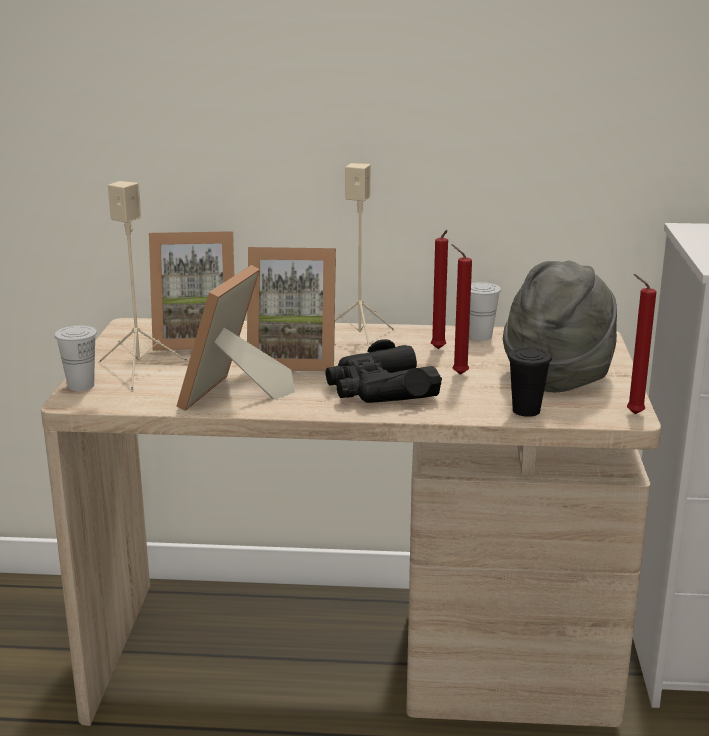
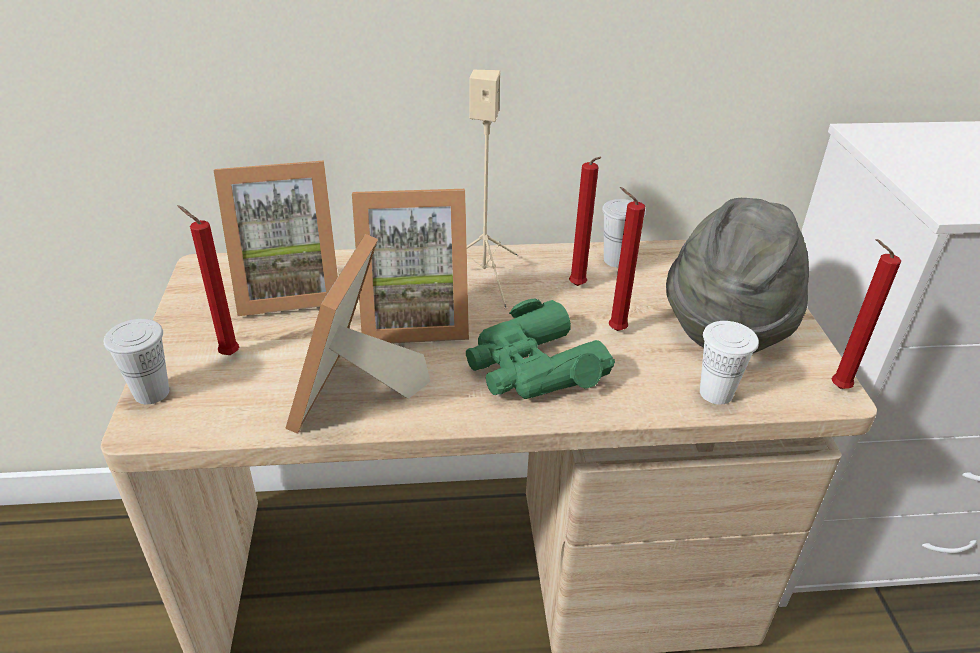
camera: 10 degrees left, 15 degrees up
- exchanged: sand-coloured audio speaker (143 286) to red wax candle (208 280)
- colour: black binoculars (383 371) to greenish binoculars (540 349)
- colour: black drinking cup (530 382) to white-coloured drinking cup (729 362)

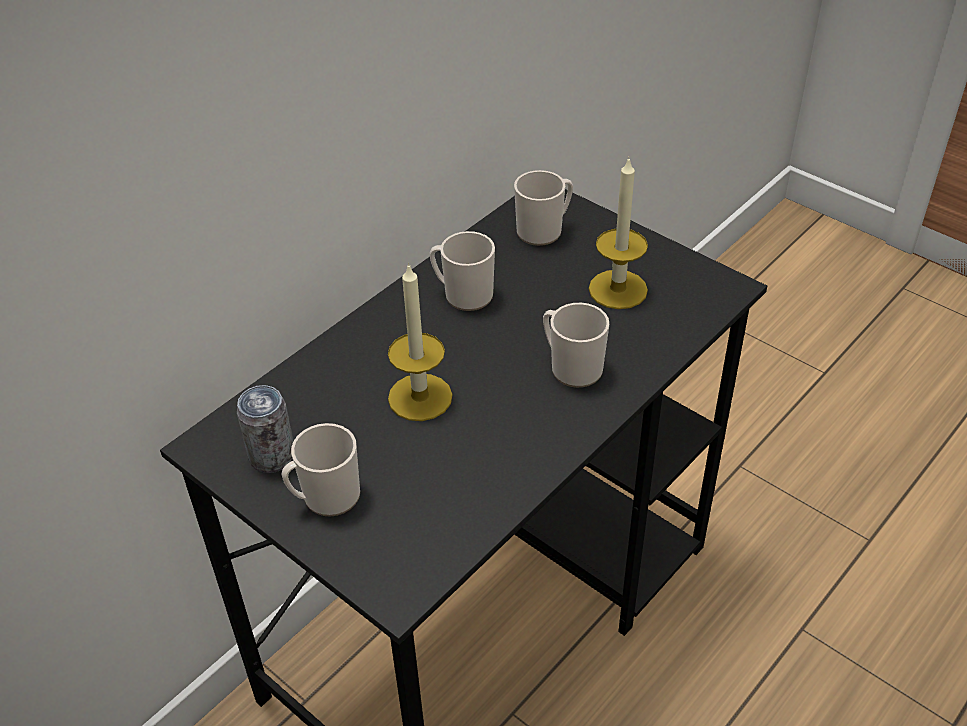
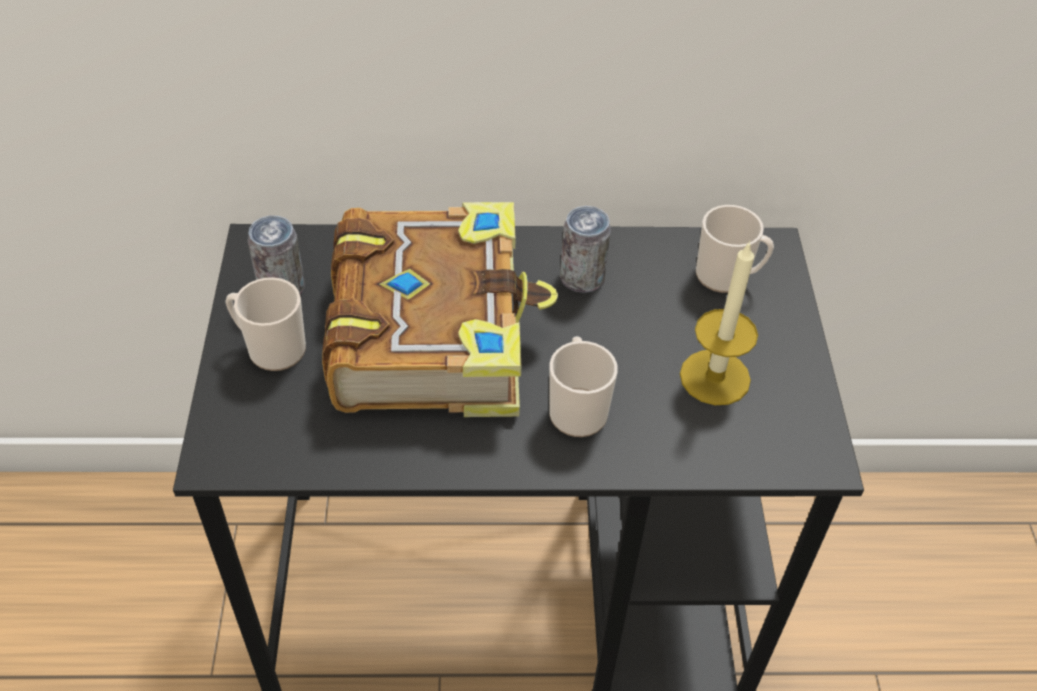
camera: 45 degrees right, 5 degrees up
- exchanged: wax candle (420 342) to volume (440 309)
- exchanged: tea mug (462 271) to metal can (585 249)

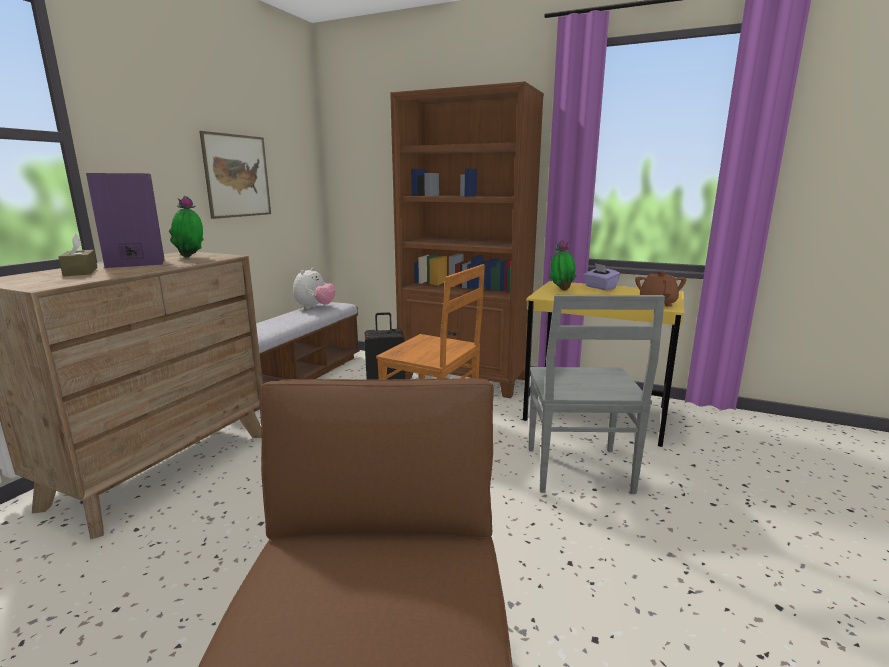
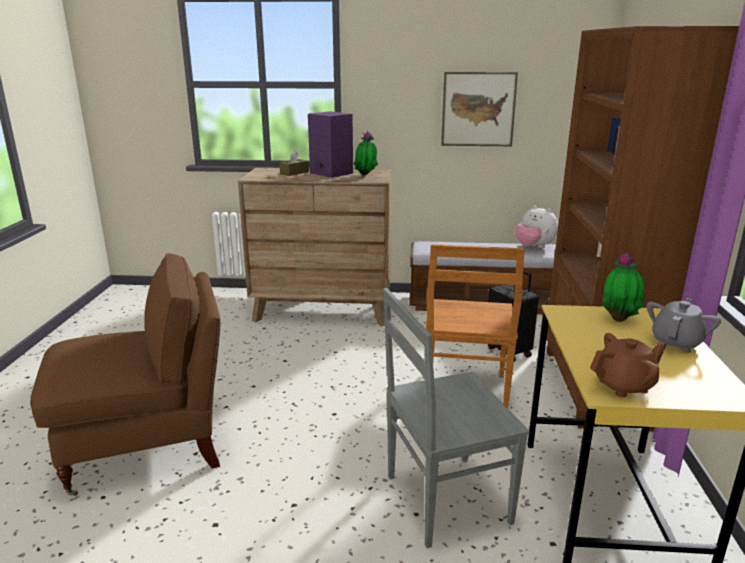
camera: 70 degrees right, 5 degrees up
- spun: cuddly toy (314 288) = (536 226) 45 degrees clockwise
- exchanged: purple-coloured tissue box (601 276) to gray tea pot (684 325)

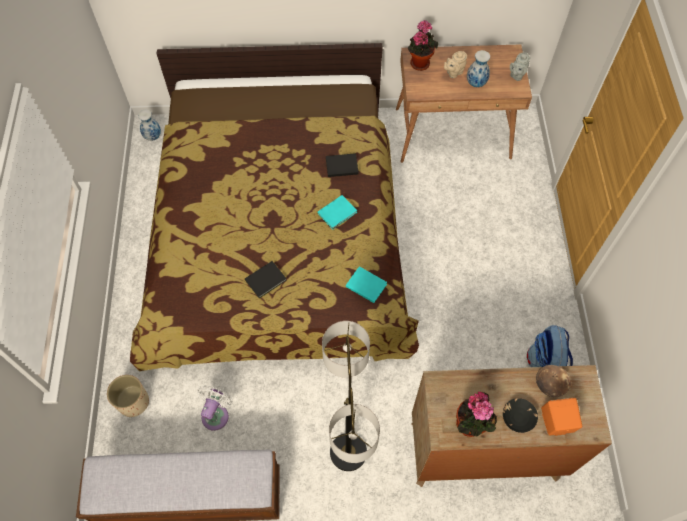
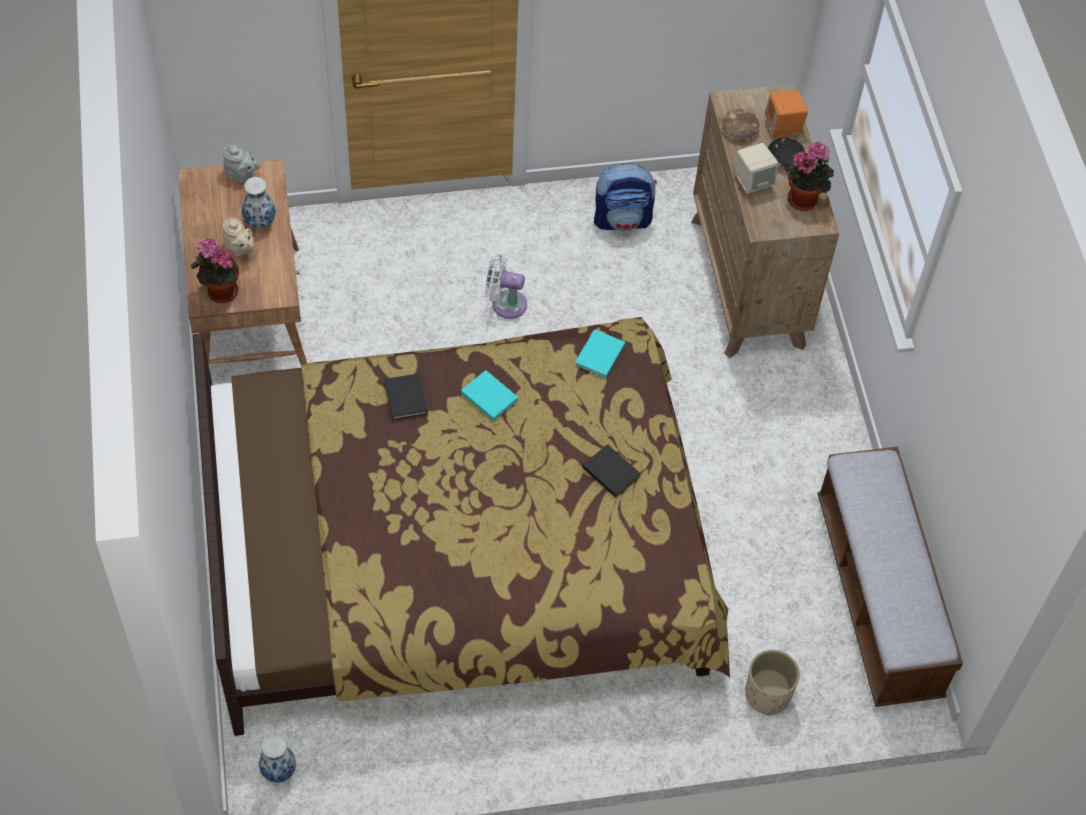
camera: 100 degrees left, 5 degrees down
- relocated: white-coloured fan (215 408) to (506 286)
- missing: floor lamp (351 396)
- appeared: sand-coloured audio speaker (756 168)

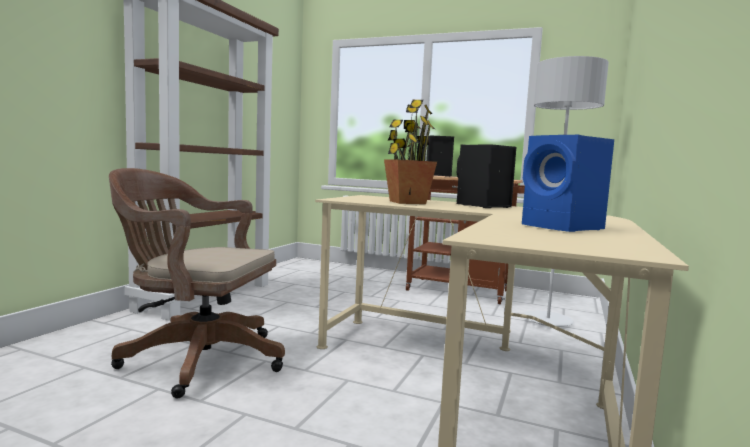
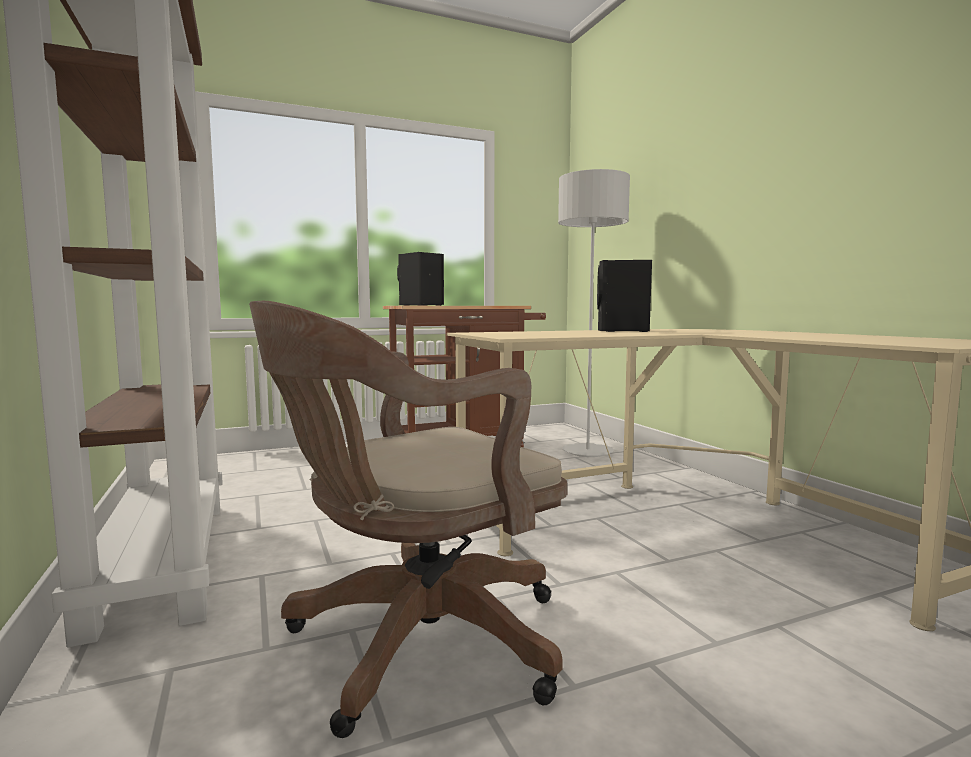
camera: 45 degrees left, 0 degrees up
- missing: potted plant (410 152)
- missing: blue audio speaker (568 183)

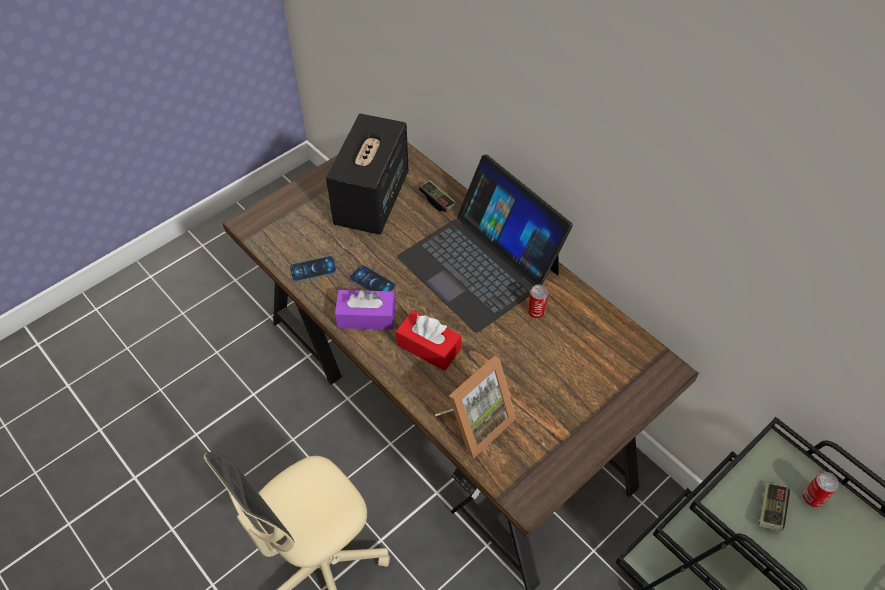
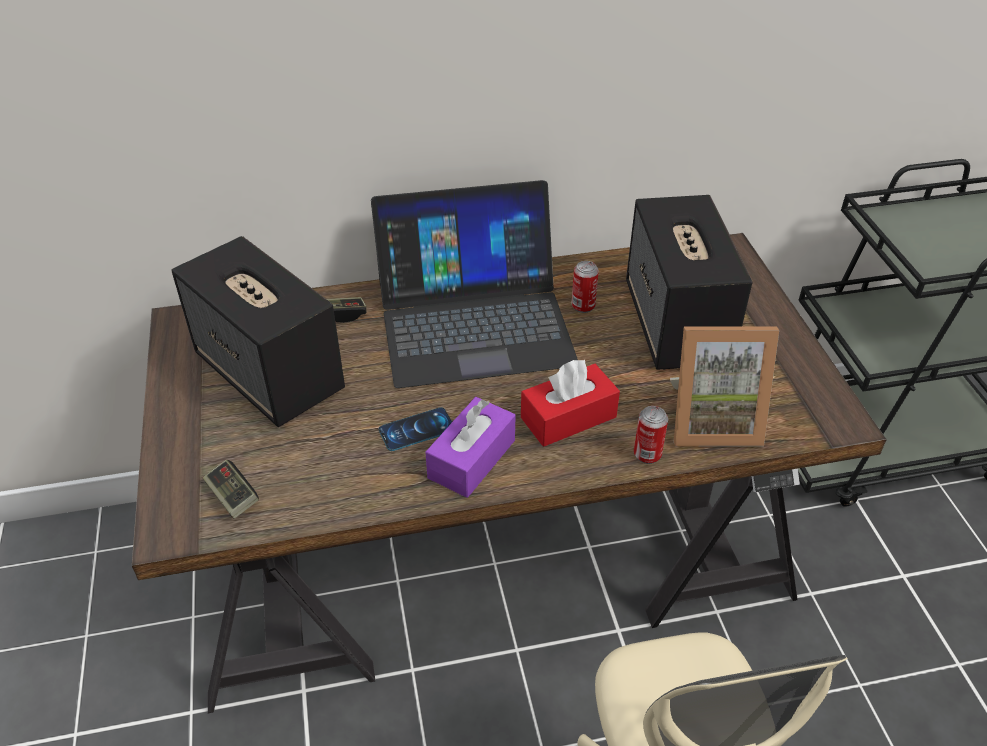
camera: 60 degrees left, 10 degrees down
- missing: handset (313 269)
- spun: picture frame (475 407) = (724 386) 105 degrees clockwise
- relocated: joypad (774 506) to (231 489)
- relocated: metal can (821 489) to (651 435)
- appeared: audio speaker (689 282)

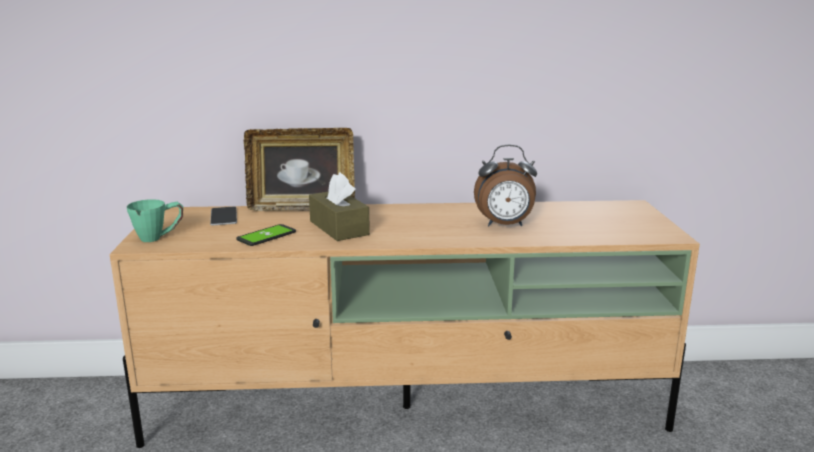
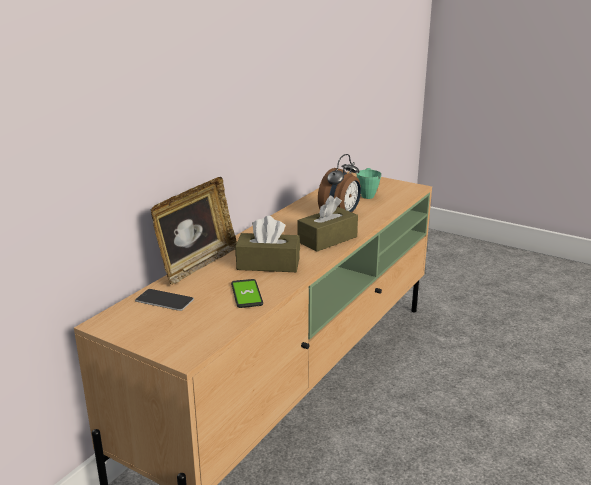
camera: 55 degrees left, 5 degrees up
- relocated: greenish tea mug (155 220) to (369 183)
- appeared: brown-coloured tissue box (327 224)

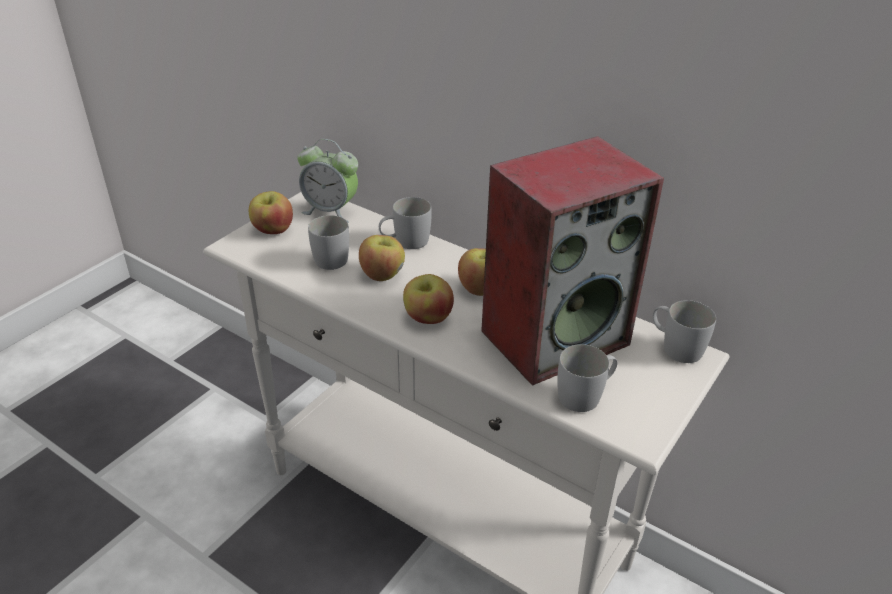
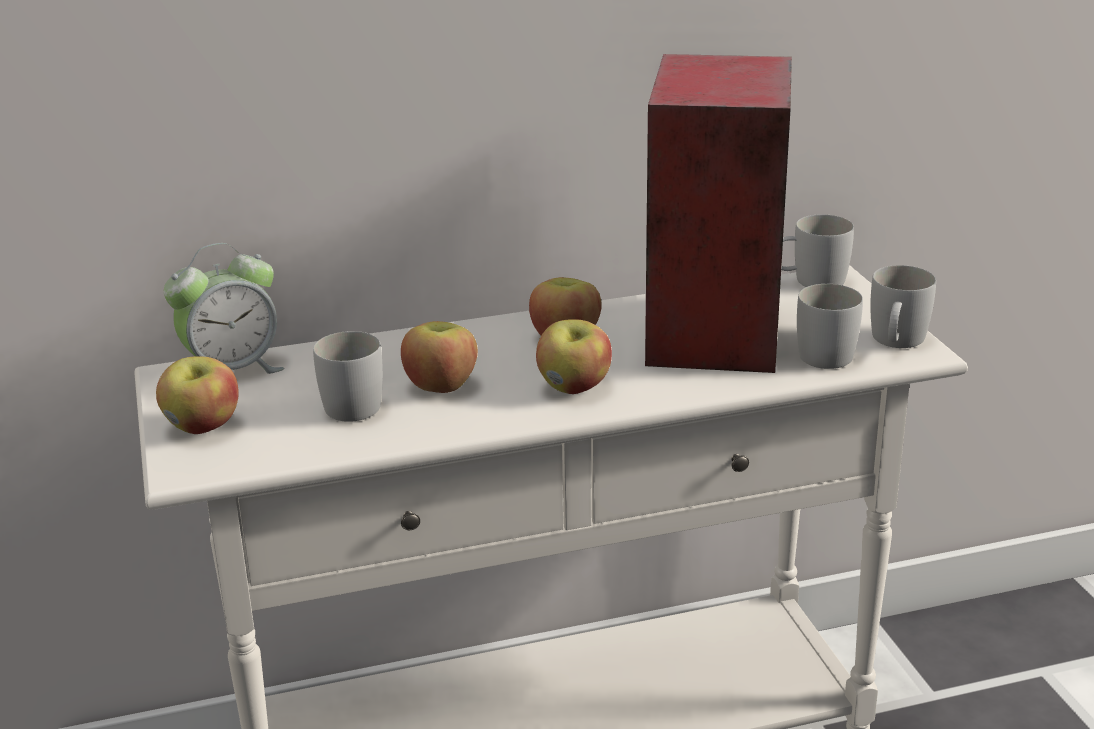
camera: 50 degrees left, 10 degrees down
- relocated: white-coloured tea mug (405 223) to (903 306)

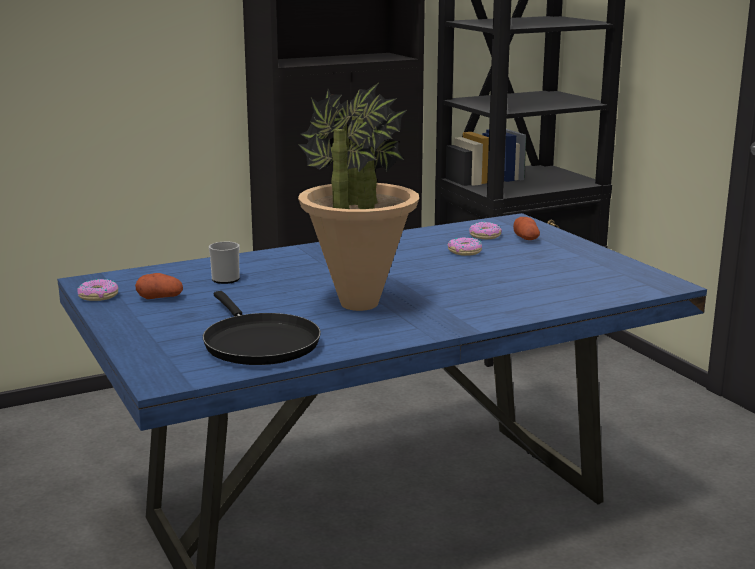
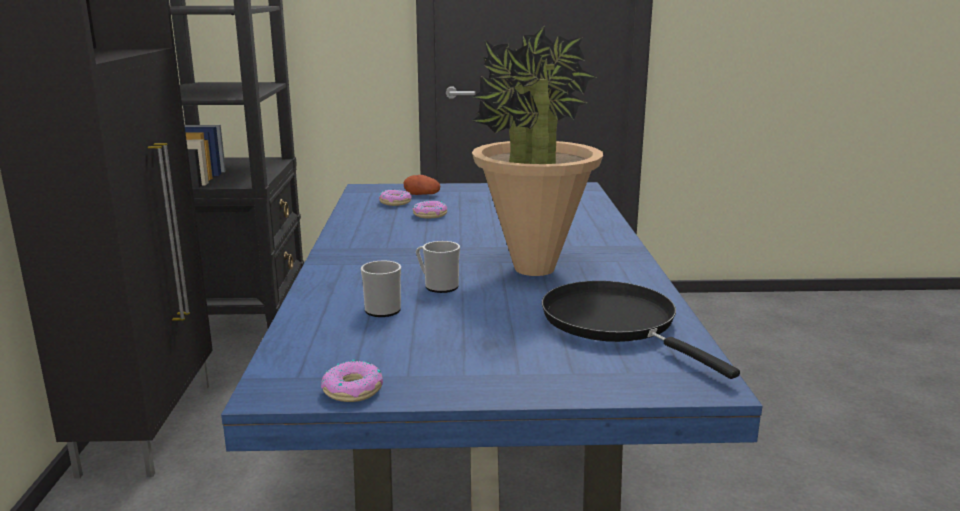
camera: 65 degrees left, 0 degrees up
- missing: whole potato (159 286)
- spun: black skillet (262 328) = (641 330) 120 degrees counterclockwise
- appeared: tea mug (438 267)

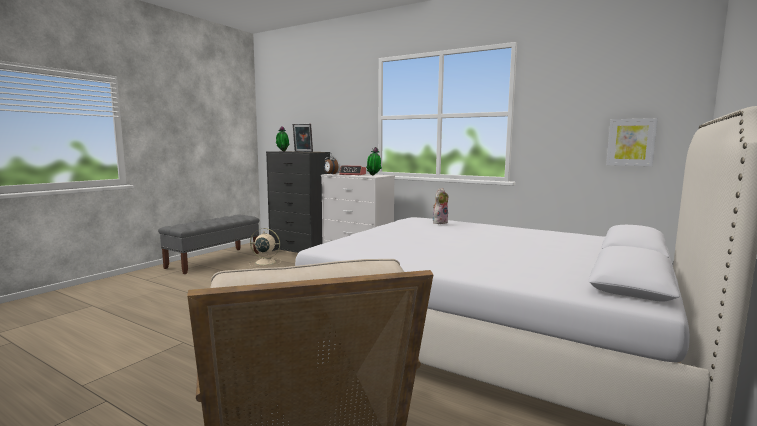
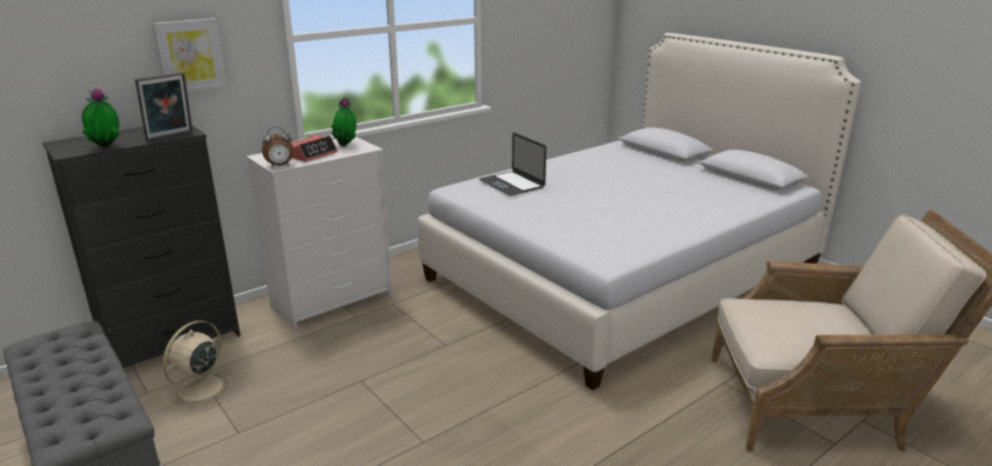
camera: 70 degrees left, 15 degrees up
- exchanged: cuddly toy (440 206) to portable computer (512 164)
- relocated: wall picture (632 142) to (189 55)

